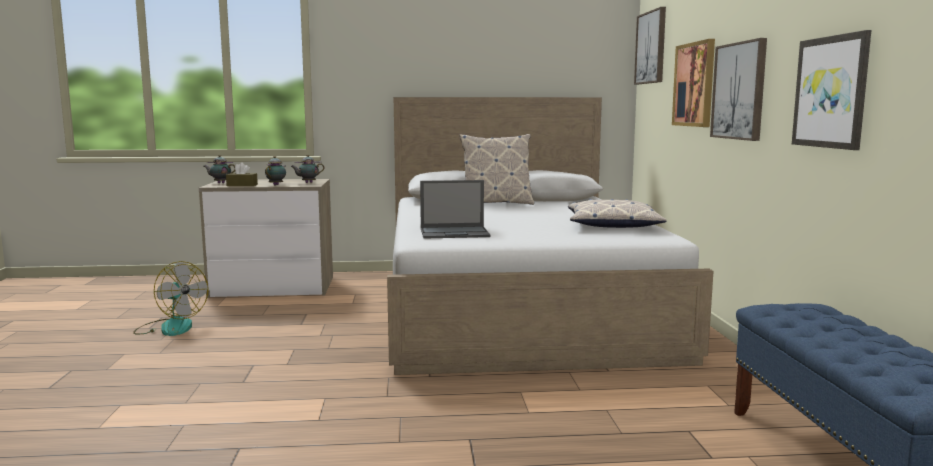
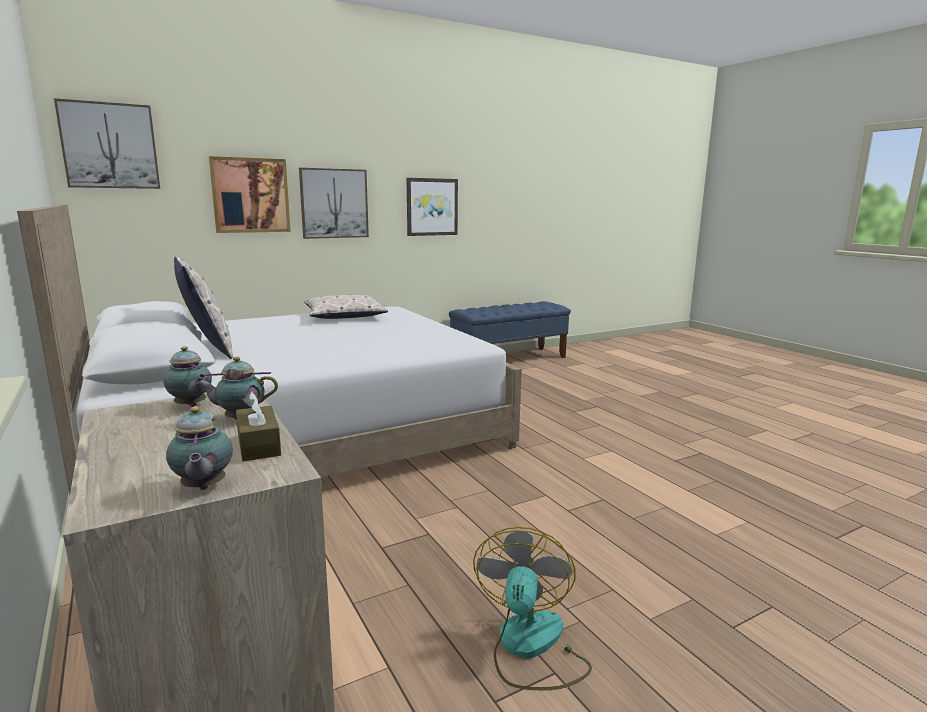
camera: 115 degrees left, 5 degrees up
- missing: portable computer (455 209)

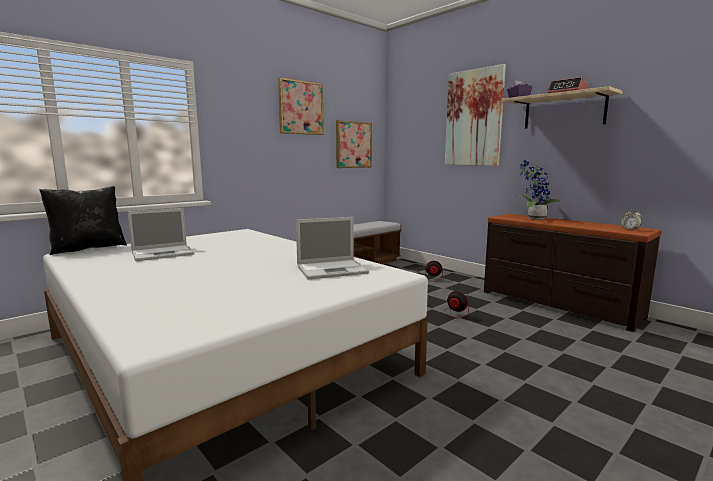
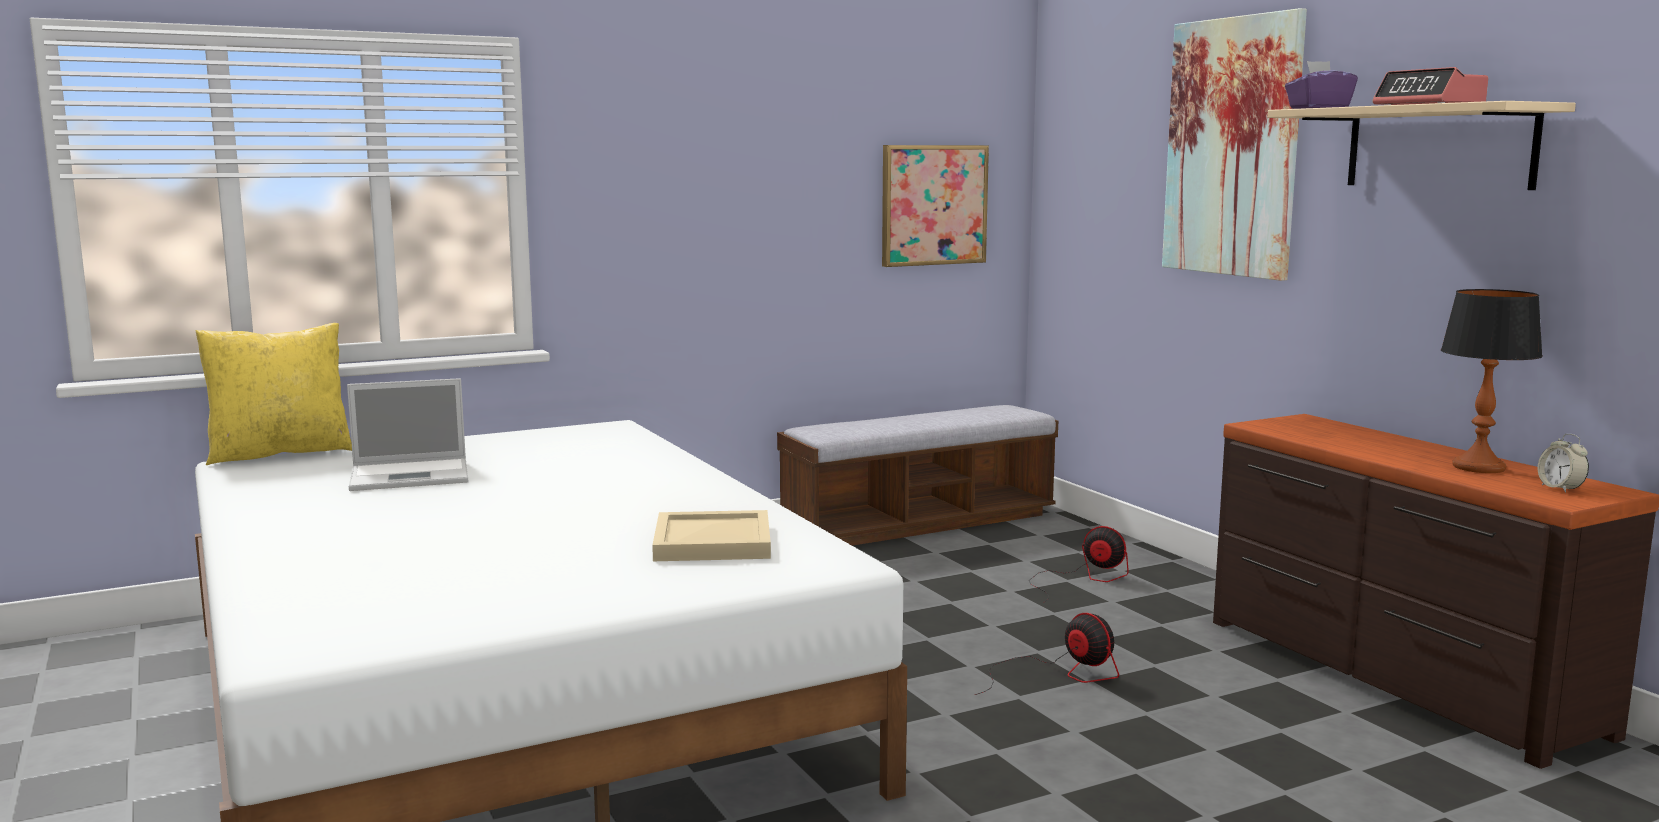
camera: 15 degrees right, 0 degrees up
- colour: black pillow (83 220) to yellowish pillow (273 394)
- missing: wall picture (301 106)
- exchanged: portable computer (332 248) to sand-coloured serving tray (711 535)
- missing: potted plant (537 190)
- appeared: tabletop lamp (1492 381)

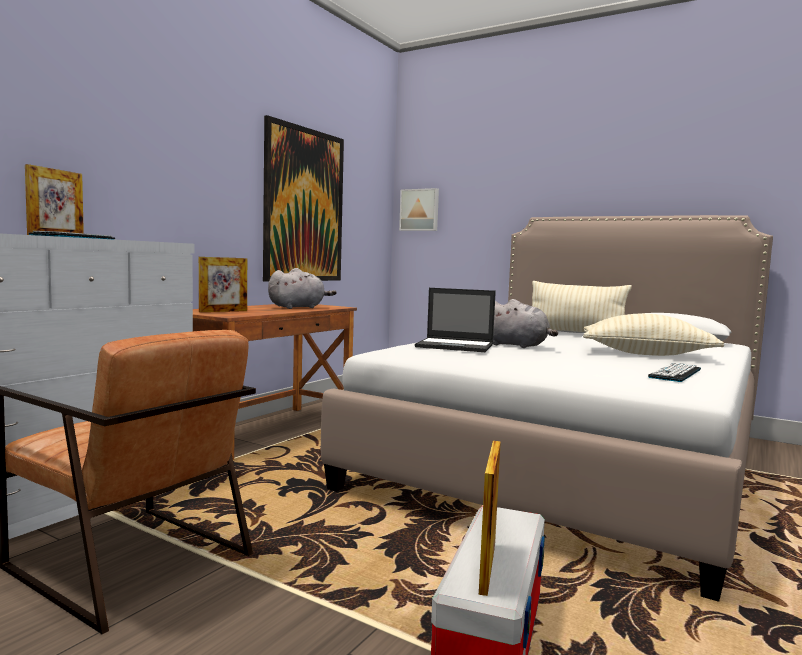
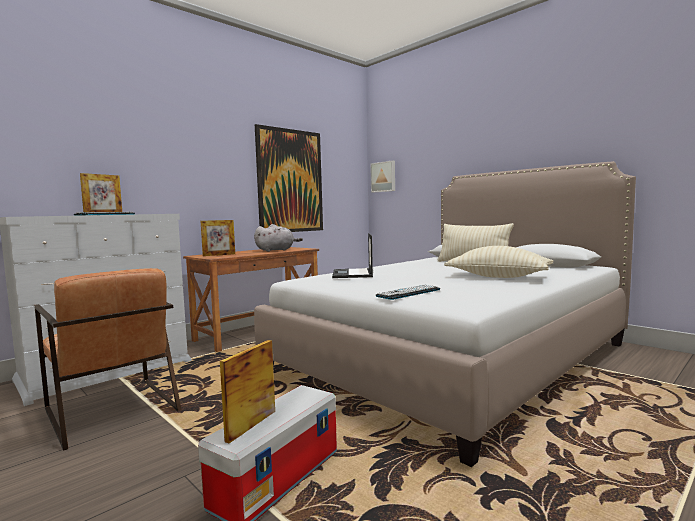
camera: 15 degrees right, 0 degrees up
- spun: portable computer (455 320) = (352 255) 60 degrees clockwise
- missing: gray cuddly toy (525 323)
- relocated: computer keyboard (674 372) to (408 292)

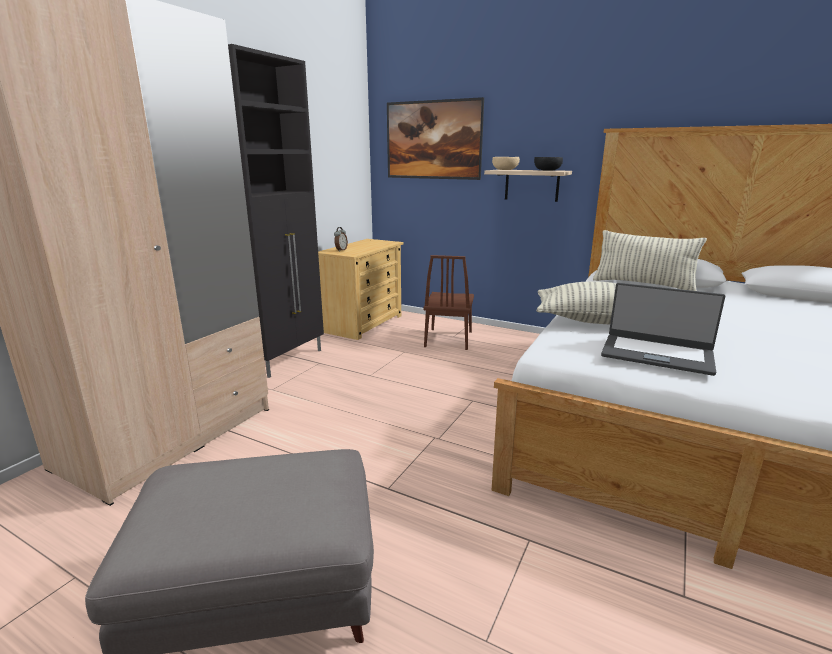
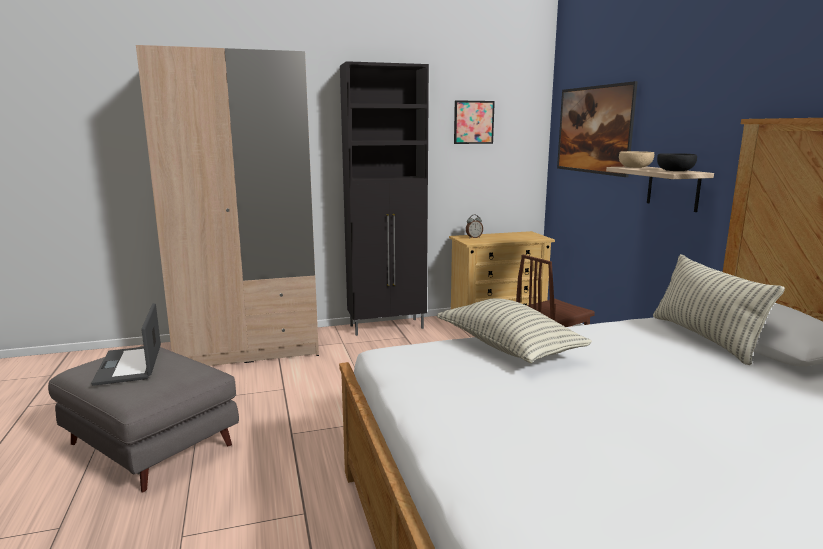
camera: 45 degrees right, 5 degrees down
- relocated: portable computer (663 329) to (126 344)
- appeared: wall picture (474 122)

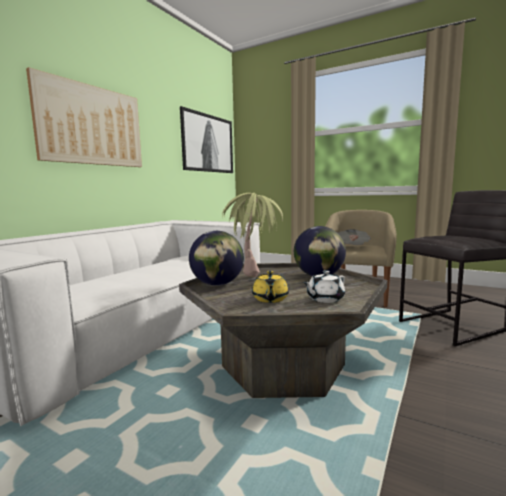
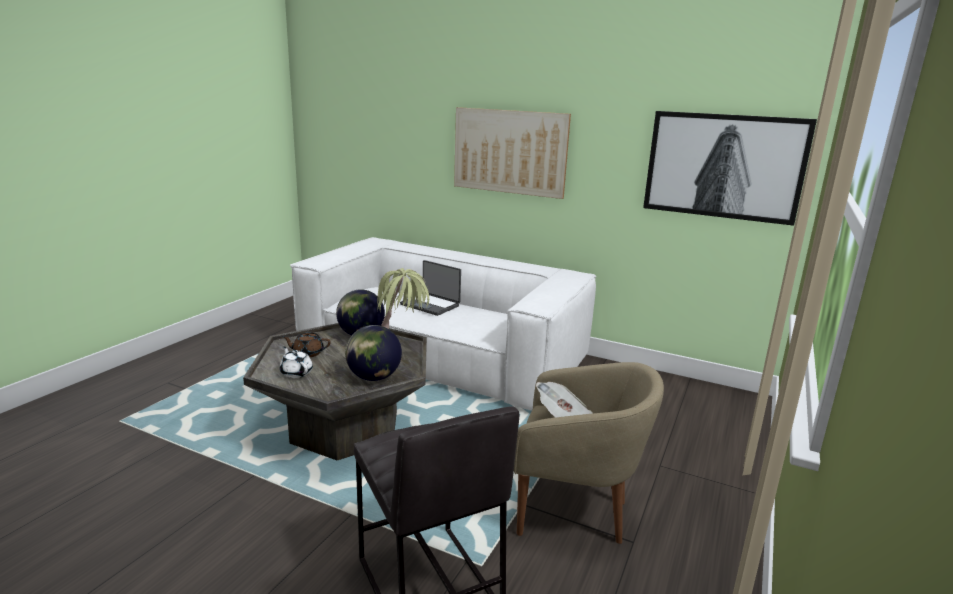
camera: 85 degrees right, 10 degrees up
- colour: yellowish tea pot (270 287) to brown-coloured tea pot (306 344)
- appeared: portable computer (430 288)

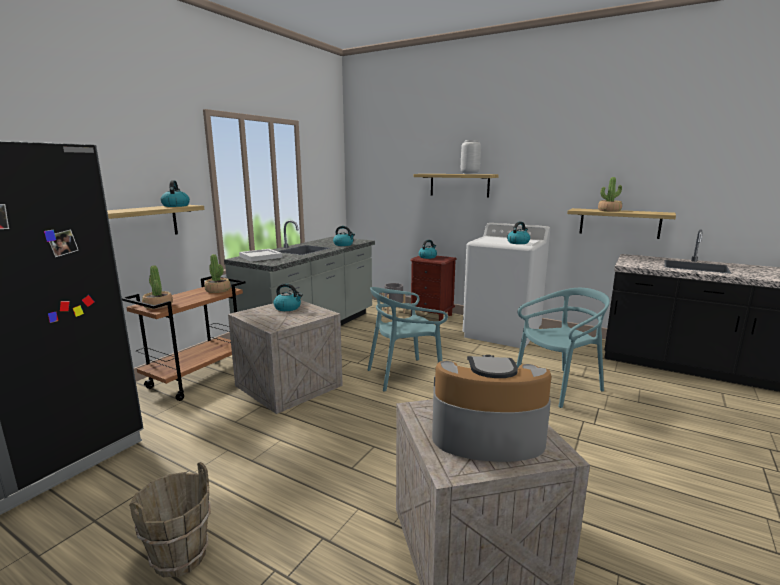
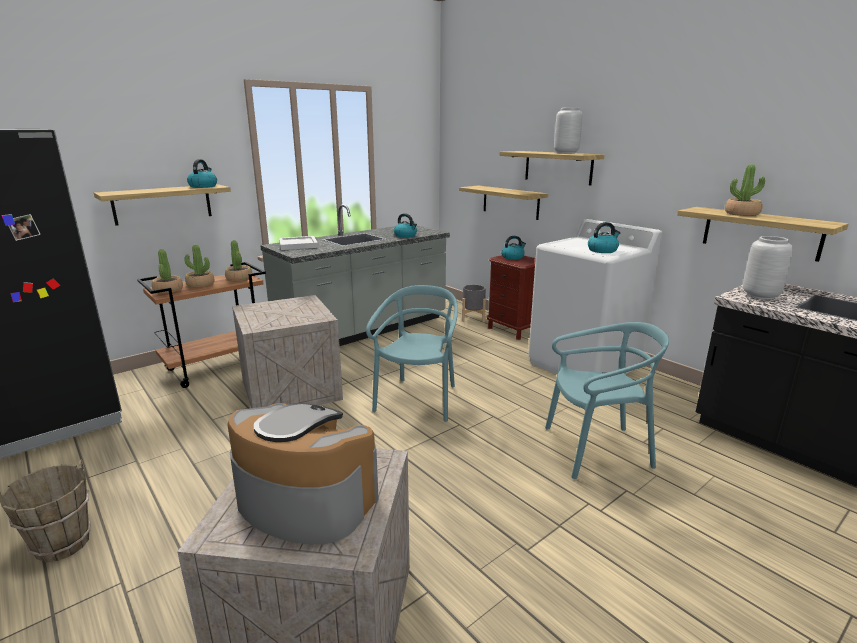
camera: 20 degrees right, 5 degrees up
- missing: kettle (288 297)
- spun: turquoise-coloured upright chair (408 339) = (412 353) 105 degrees clockwise
- appeared: potted plant (199 266)
- appeared: wall shelf (503 202)
- appeared: gray flower vase (768 268)

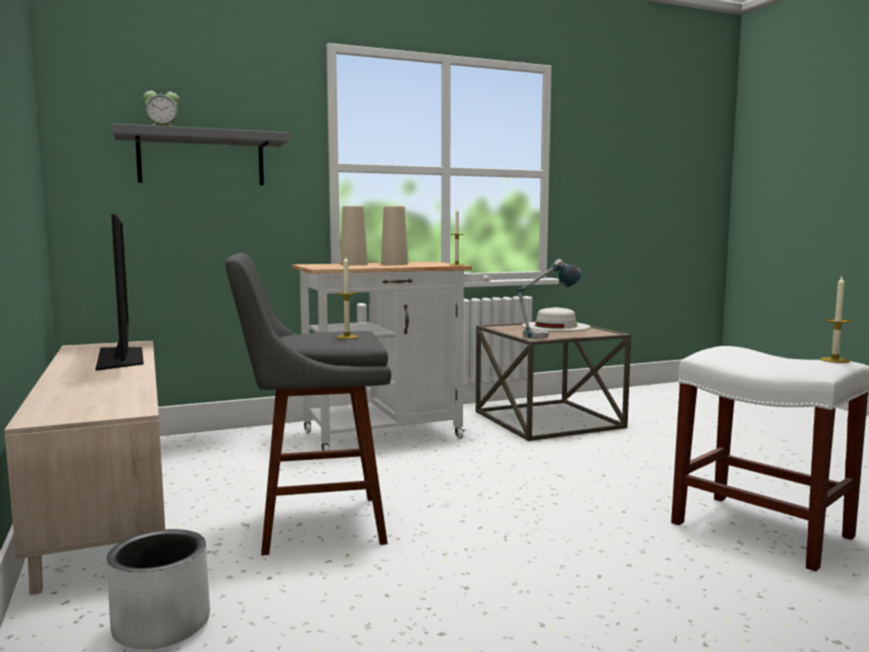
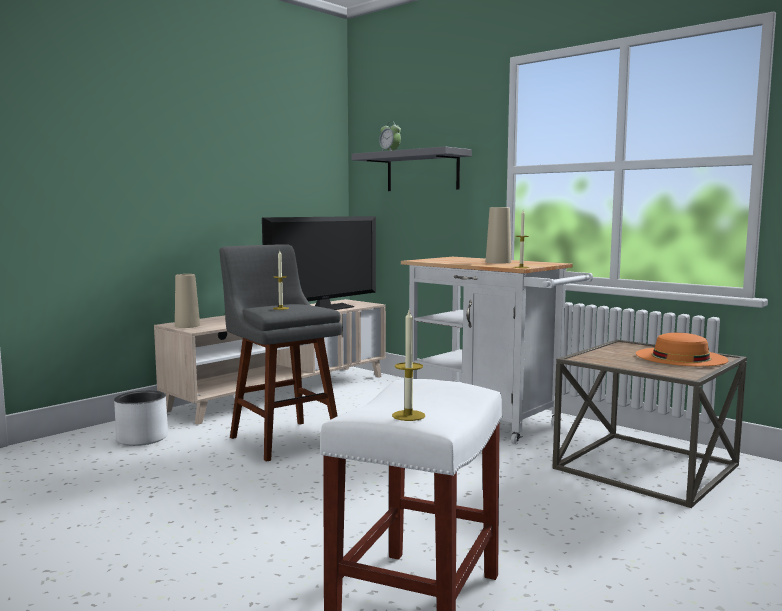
camera: 65 degrees right, 0 degrees up
- relocated: sand-coloured flower vase (354 235) to (187 301)
- missing: tabletop lamp (549 298)
- colour: white-coloured clothing hat (556 319) to orange-coloured clothing hat (682 349)

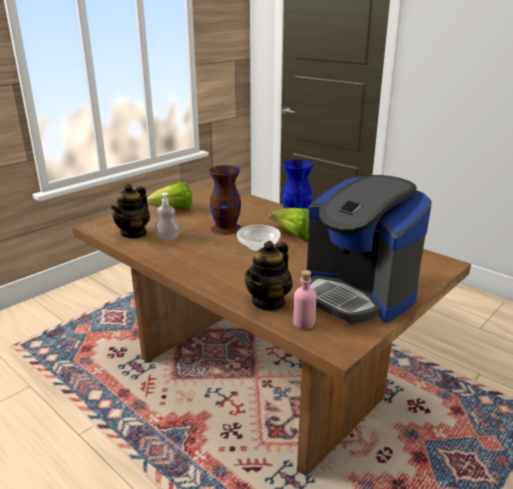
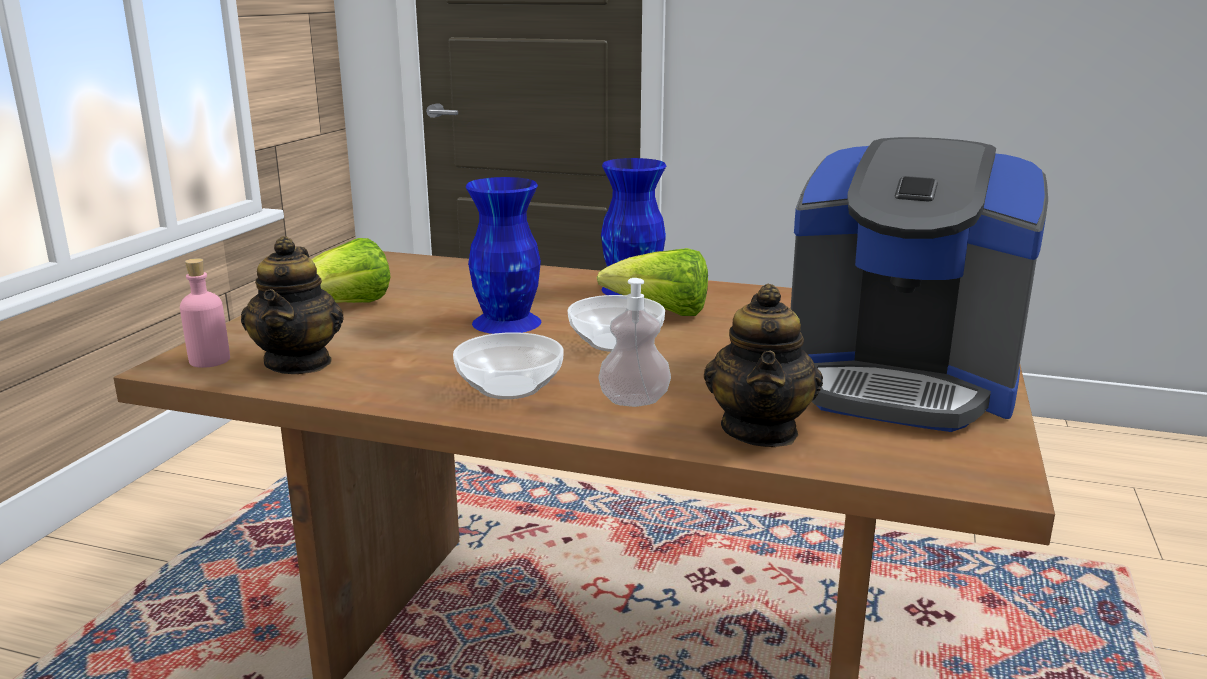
camera: 25 degrees left, 5 degrees down
- relocated: soap dispenser (168 216) to (634 342)
- colour: brown-coloured flower vase (225 200) to blue flower vase (503 255)
- relocated: pinkish drink bottle (305 299) to (205 313)
- appeared: bowl (508 365)

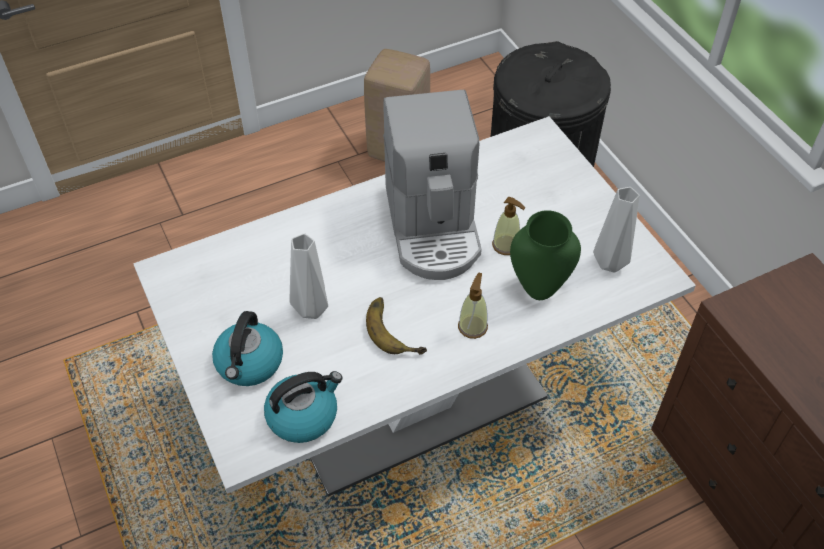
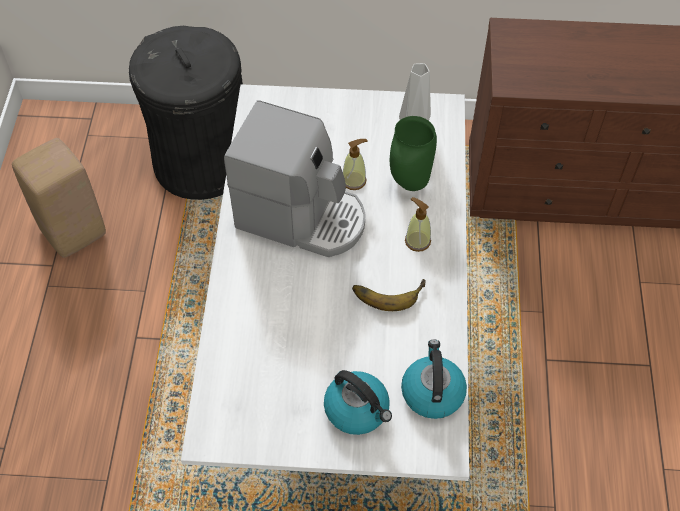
camera: 60 degrees left, 5 degrees up
- missing: gray flower vase (309 276)

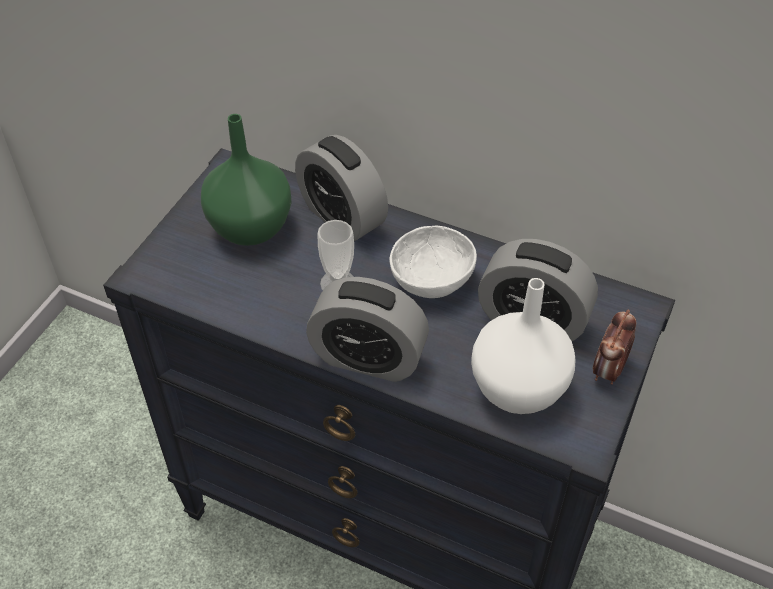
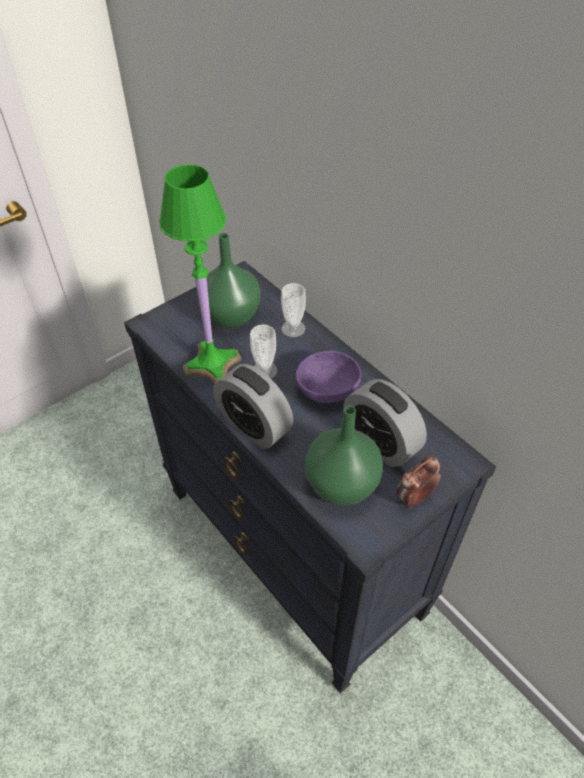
camera: 25 degrees right, 0 degrees up
- exchanged: alarm clock (341 188) to drinking cup (293 310)
- colour: white-coloured bowl (433 262) to purple-coloured bowl (328 377)
- colour: white-coloured flower vase (523 346) to greenish flower vase (344 455)
- appeared: greenish tabletop lamp (200 274)

